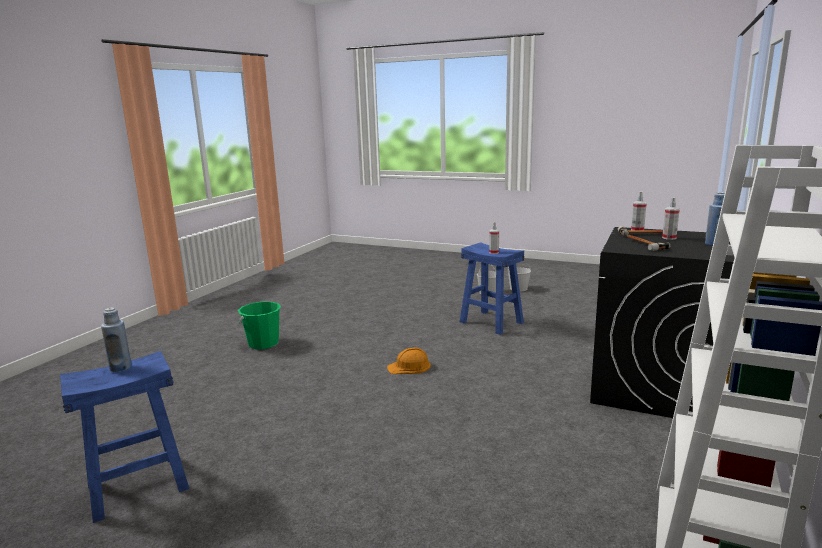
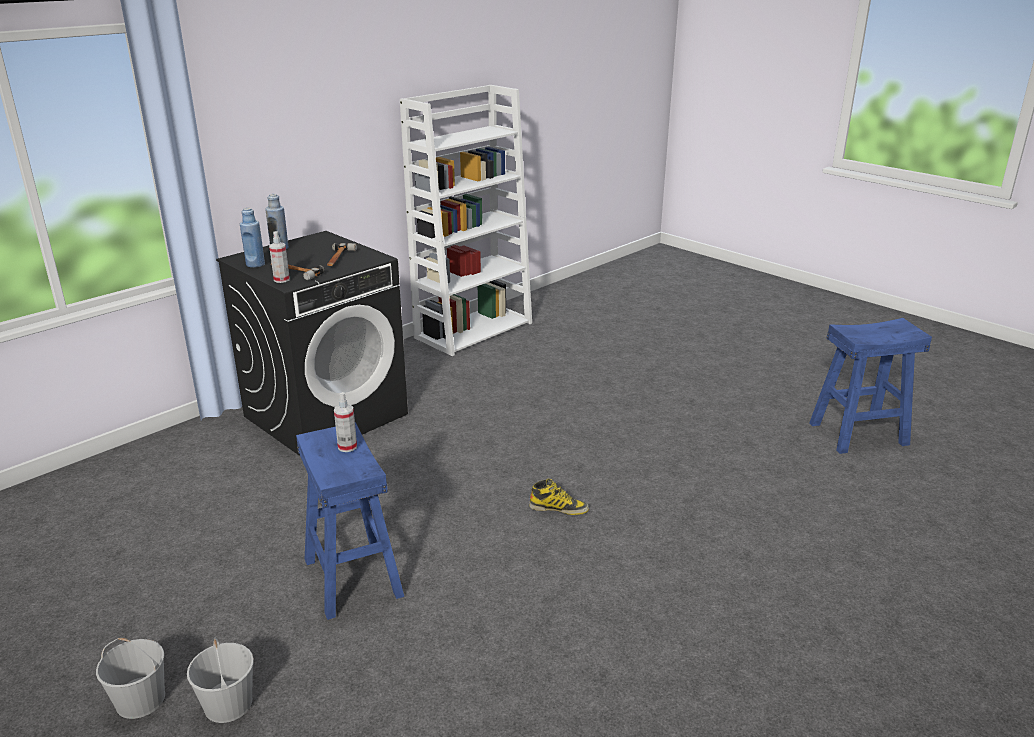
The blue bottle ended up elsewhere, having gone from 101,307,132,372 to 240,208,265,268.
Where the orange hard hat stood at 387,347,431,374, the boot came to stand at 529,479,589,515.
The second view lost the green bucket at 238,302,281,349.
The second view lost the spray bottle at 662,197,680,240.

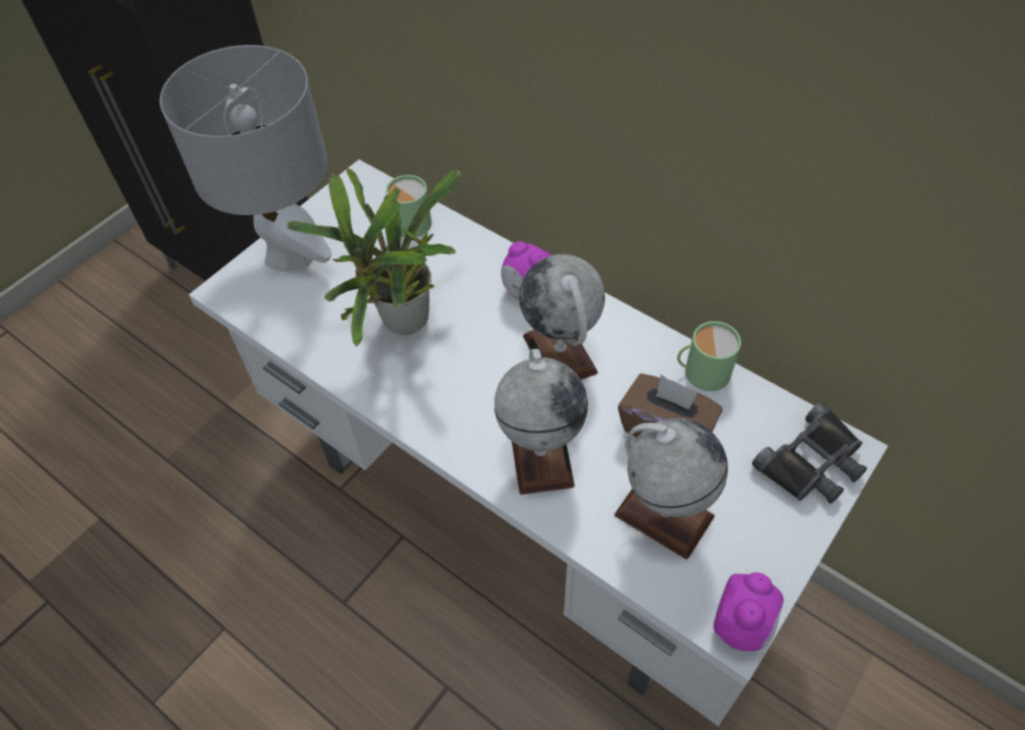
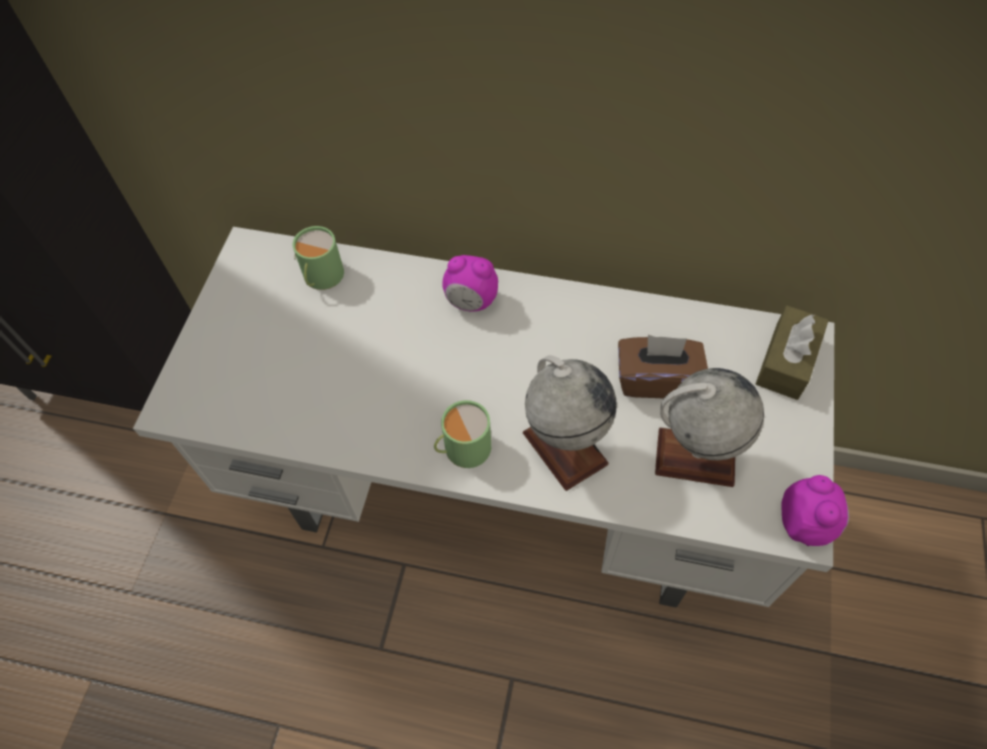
The green mug ended up elsewhere, having gone from 677,321,741,391 to 434,400,491,468.
Where the black binoculars stood at 752,402,867,504, the brown tissue box came to stand at 756,305,829,400.
The second view lost the grey table lamp at 160,45,332,272.
The second view lost the potted plant at 286,169,462,347.
The second view lost the globe at 519,254,605,380.

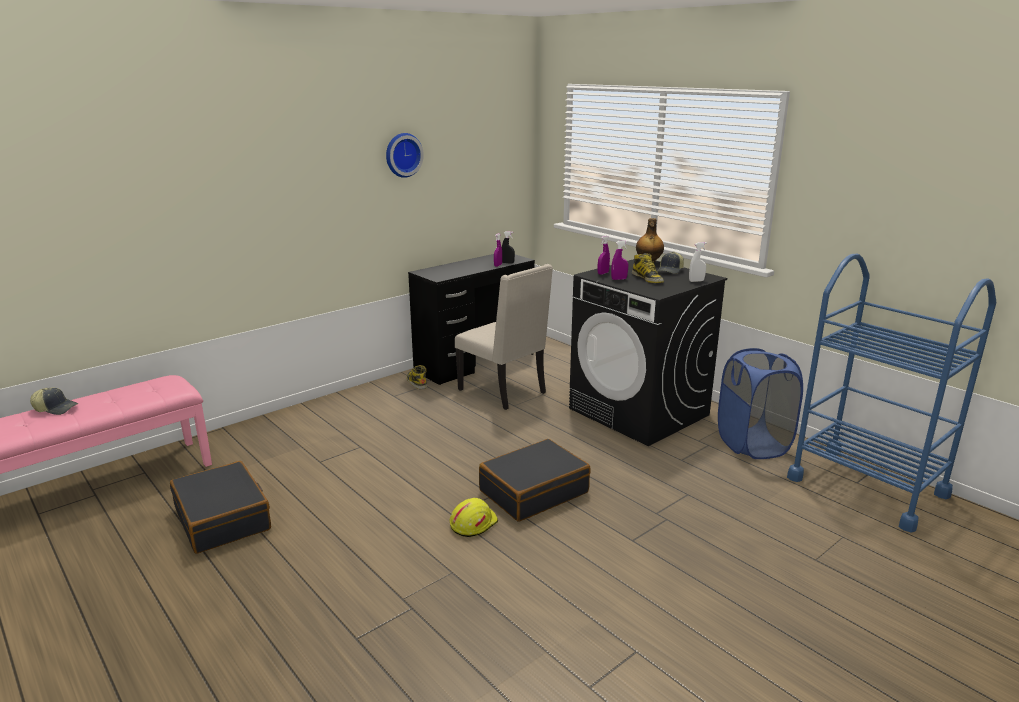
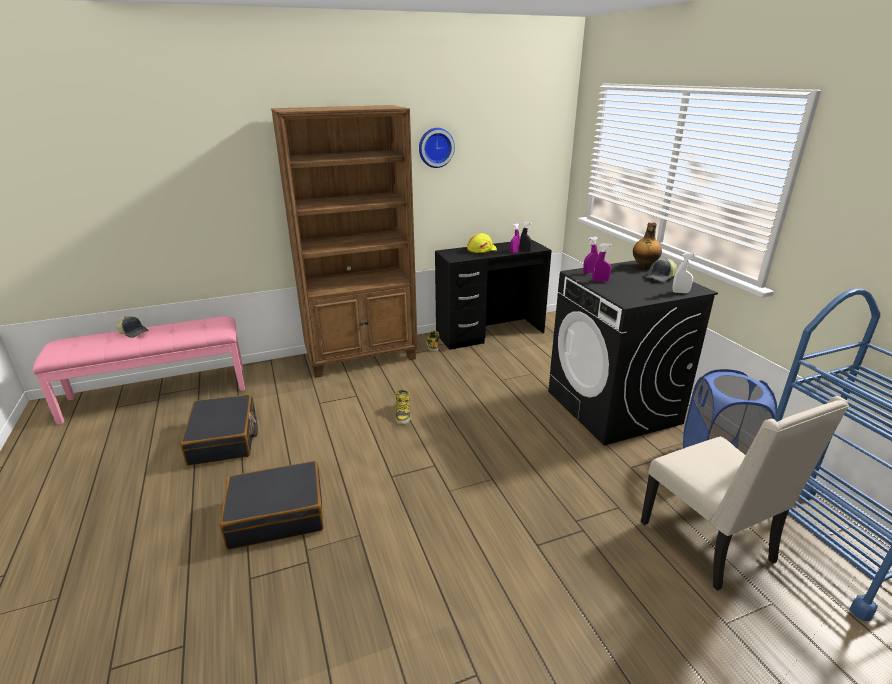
The black suitcase ended up elsewhere, having gone from 479,439,590,522 to 220,461,324,550.
The second view gained the brown bookcase at 271,105,418,378.
The boot ended up elsewhere, having gone from 632,253,664,283 to 395,390,411,425.
The yellow hard hat ended up elsewhere, having gone from 450,498,498,537 to 467,233,497,254.
The beige chair ended up elsewhere, having gone from 455,264,553,410 to 641,396,849,591.

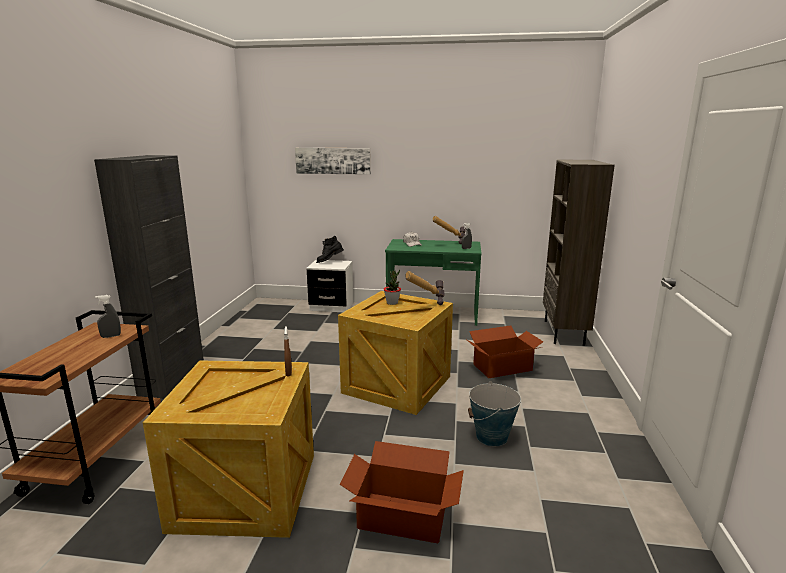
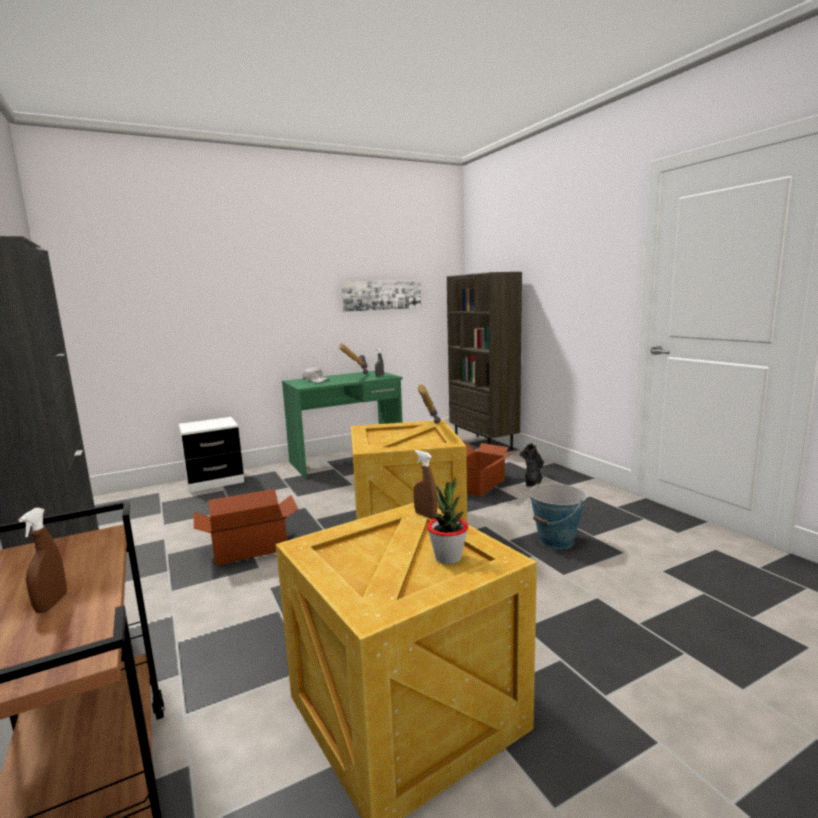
The second view gained the brown spray bottle at 18,508,67,613.
The cardboard box ended up elsewhere, having gone from 340,441,464,543 to 194,489,298,565.
The picture ended up elsewhere, having gone from 295,148,371,175 to 341,280,421,312.
The potted plant ended up elsewhere, having gone from 384,270,401,305 to 427,477,468,564.
The black boot ended up elsewhere, having gone from 316,236,344,263 to 519,443,544,486.
The second view lost the grey spray bottle at 95,295,121,338.

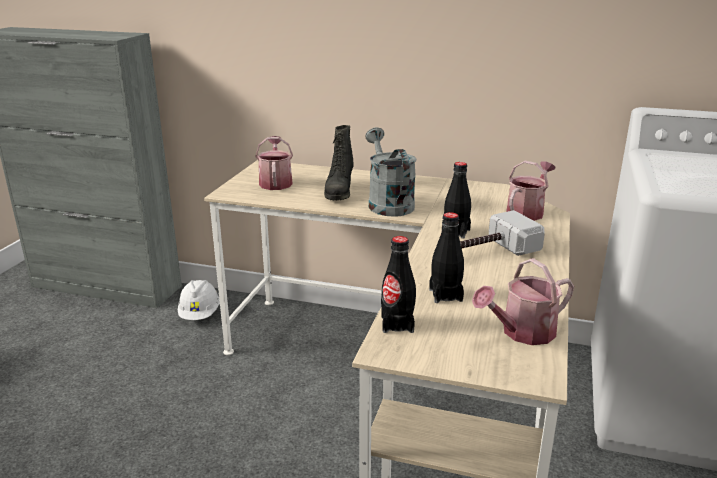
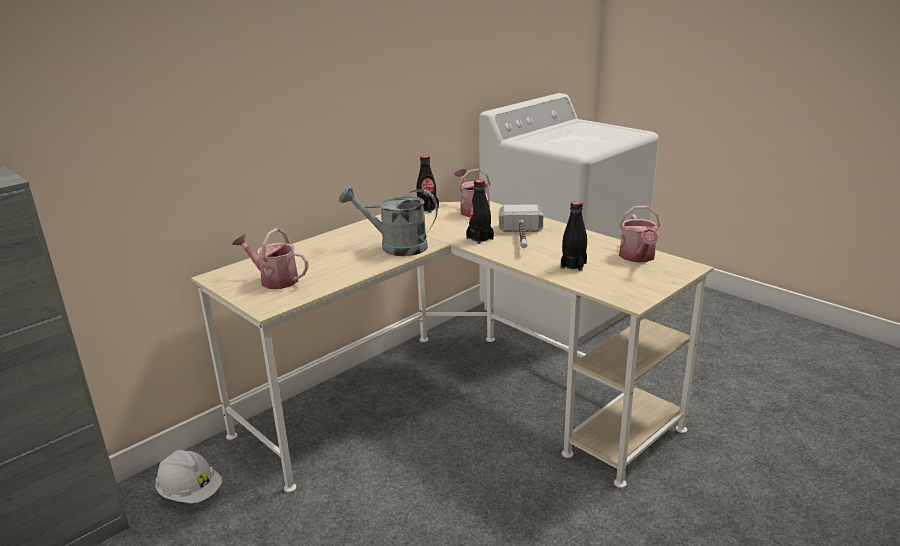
The black bottle ended up elsewhere, having gone from 381,236,416,333 to 416,155,439,213.
The second view lost the black boot at 324,125,353,200.

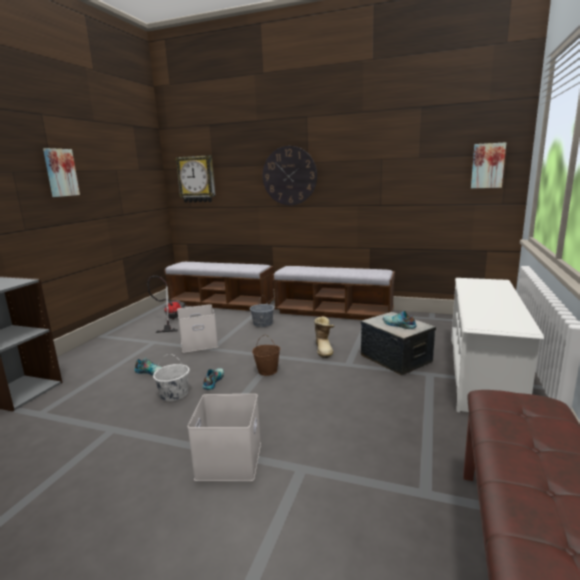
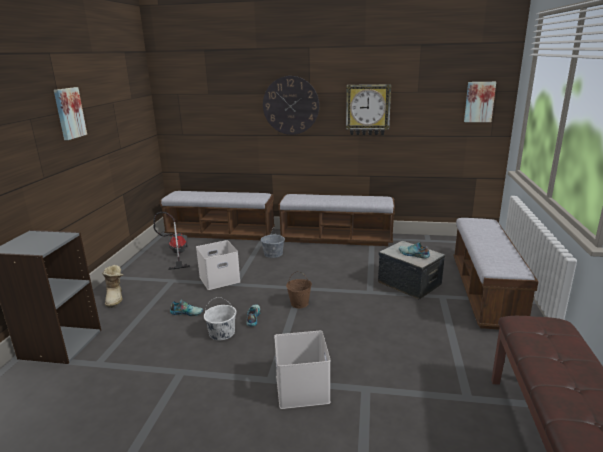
The boot ended up elsewhere, having gone from 315,316,334,358 to 102,265,123,308.
The wall clock ended up elsewhere, having gone from 175,155,215,203 to 346,84,391,135.
Where the white shoe rack stood at 451,278,544,413, the bench came to stand at 453,218,539,330.

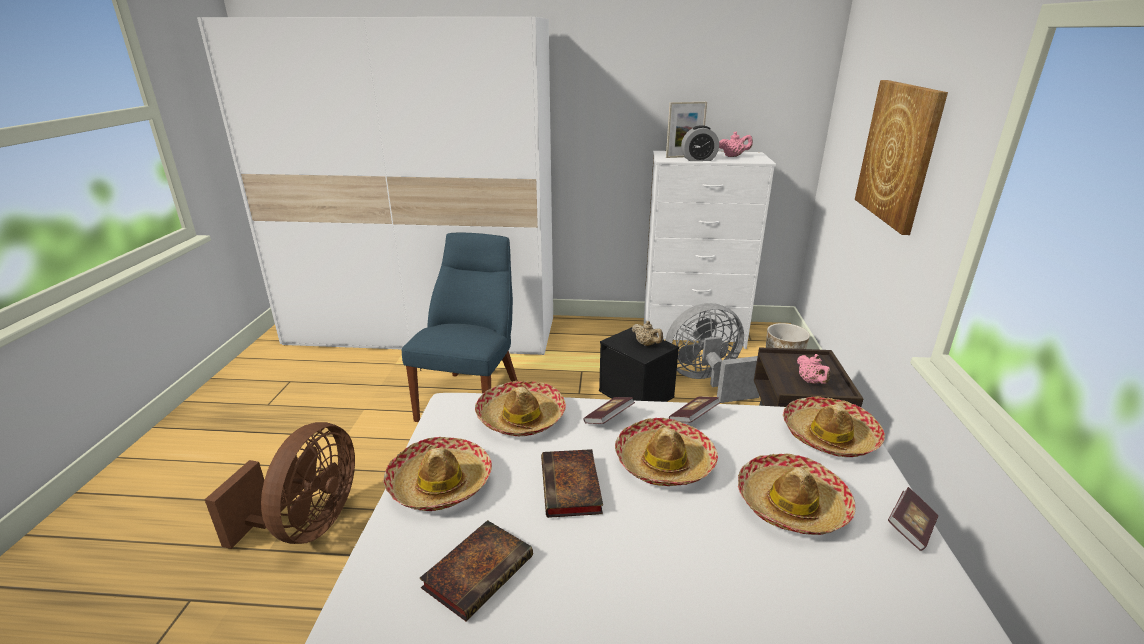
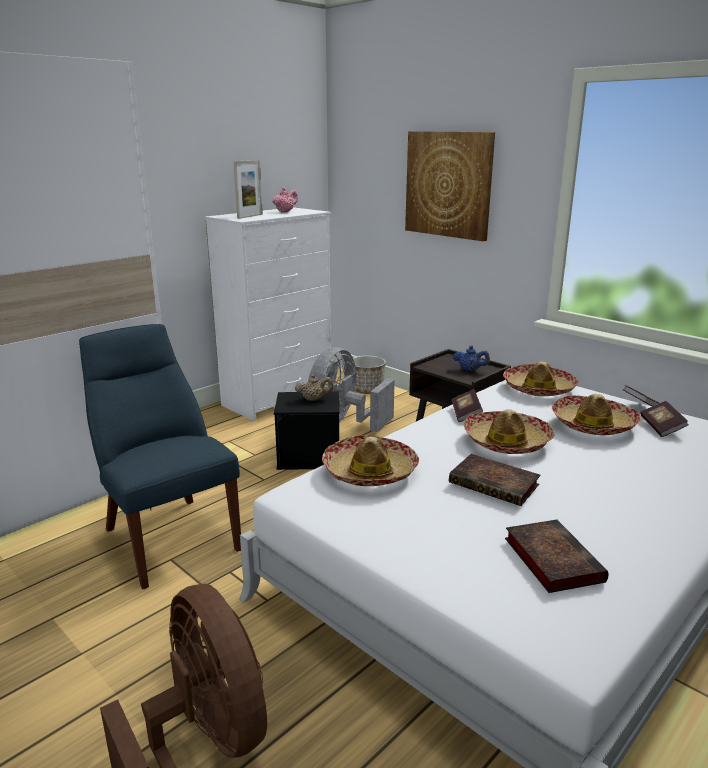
What was the pink teapot at 797,354,831,384 turned into the blue teapot at 453,346,490,371.
The book ended up elsewhere, having gone from 583,397,635,424 to 640,401,688,437.
The second view lost the hat at 383,437,492,511.
The second view lost the alarm clock at 681,125,719,161.

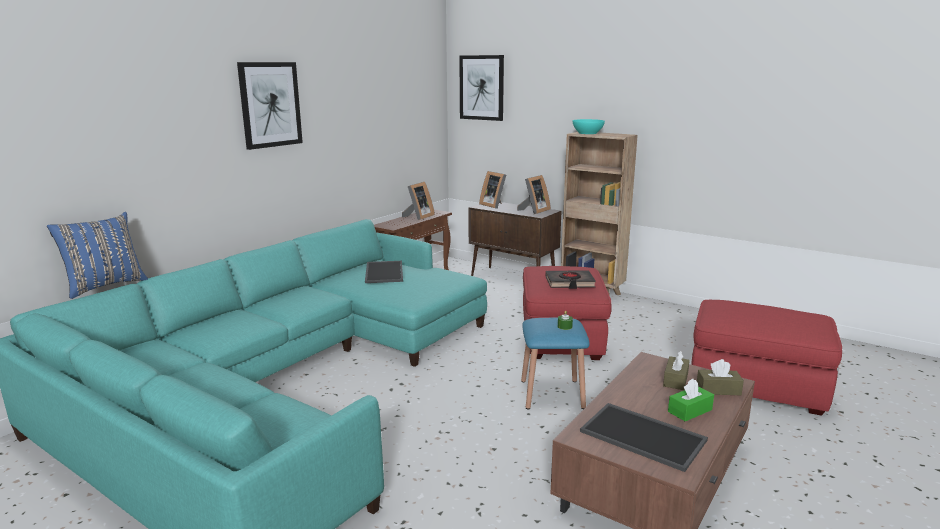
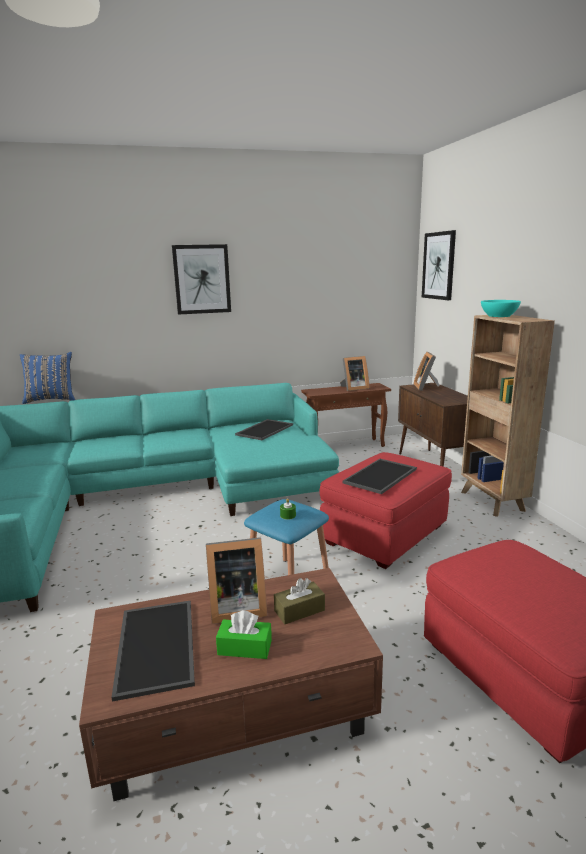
The picture frame ended up elsewhere, having gone from 517,175,551,214 to 206,537,267,624.
Where the black book stood at 545,270,596,289, the tray came to stand at 342,459,417,494.
The second view lost the brown tissue box at 697,359,744,395.

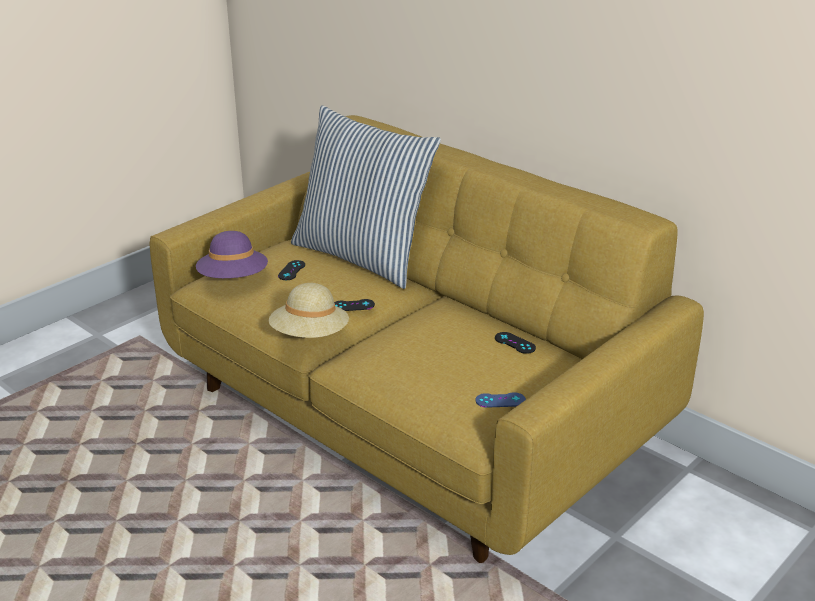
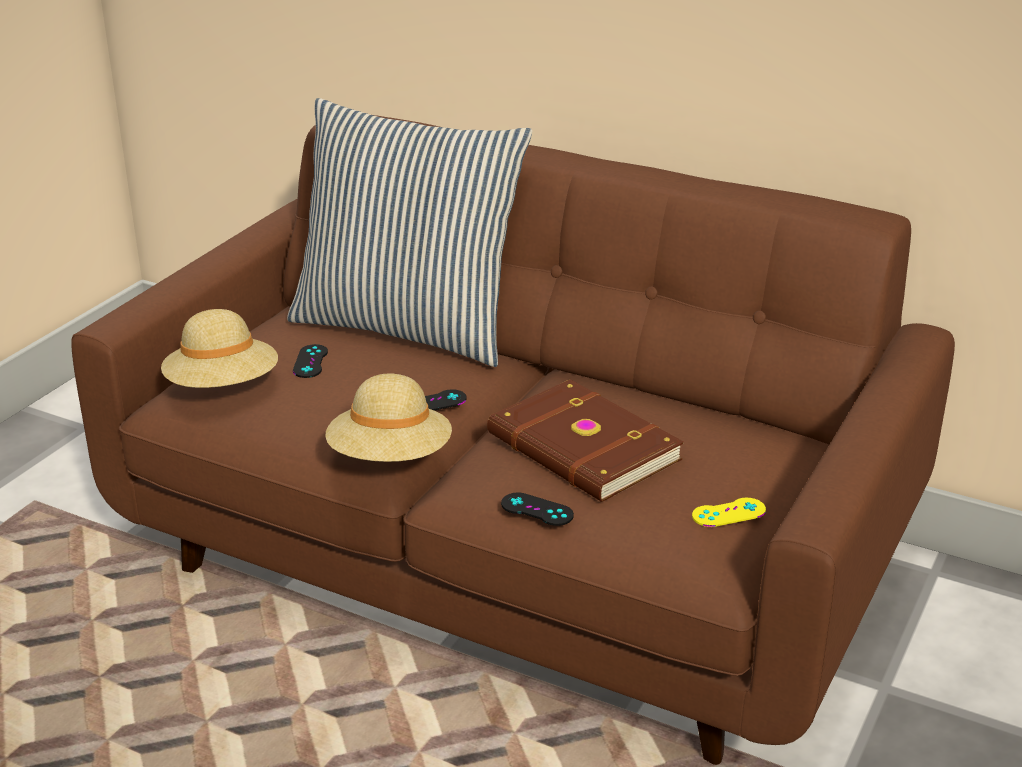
What was the yellow sofa at 150,115,704,563 turned into the brown sofa at 71,115,955,765.
What was the purple hat at 196,231,268,278 turned into the beige hat at 161,309,278,388.
The second view gained the brown book at 487,379,684,502.
The black game controller ended up elsewhere, having gone from 495,332,536,354 to 501,493,574,526.
What was the blue game controller at 476,392,526,408 turned into the yellow game controller at 692,498,766,527.

